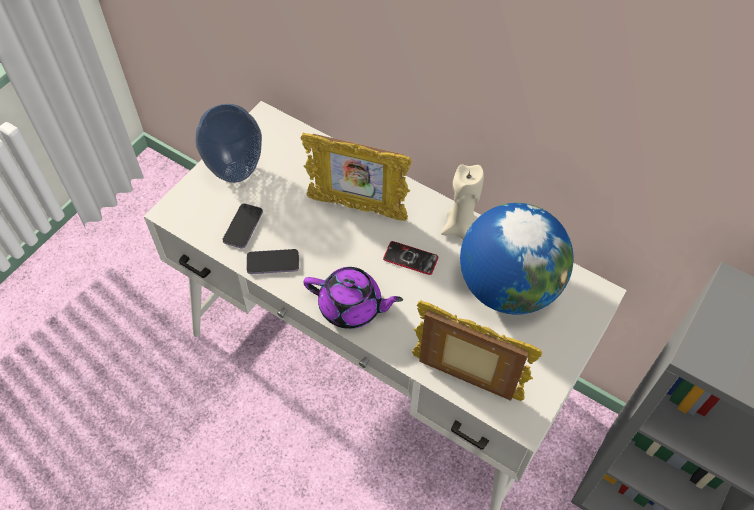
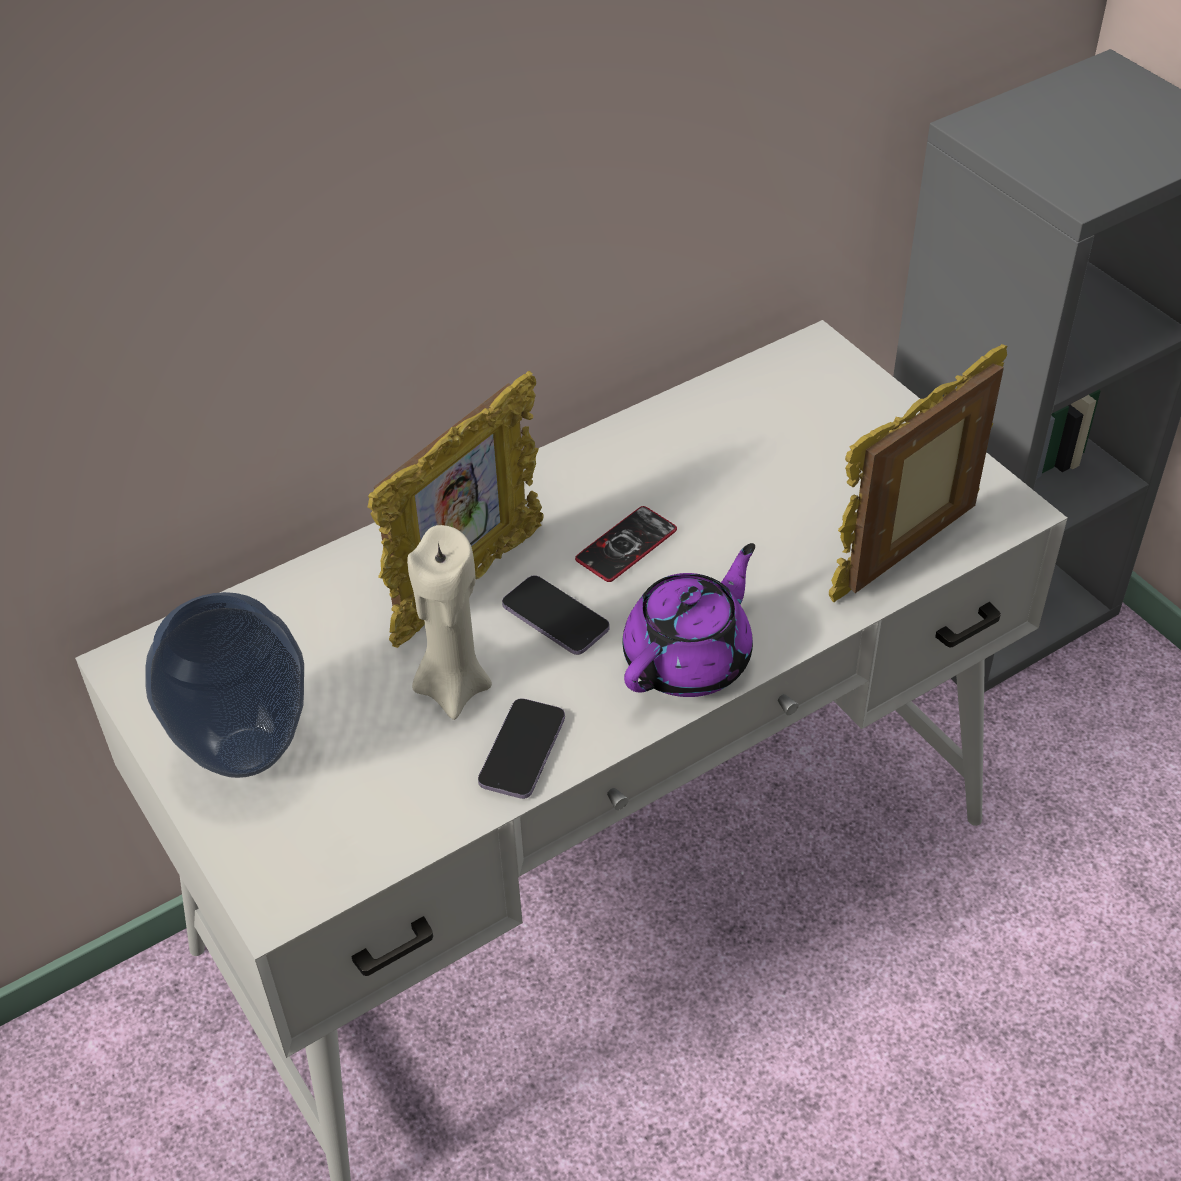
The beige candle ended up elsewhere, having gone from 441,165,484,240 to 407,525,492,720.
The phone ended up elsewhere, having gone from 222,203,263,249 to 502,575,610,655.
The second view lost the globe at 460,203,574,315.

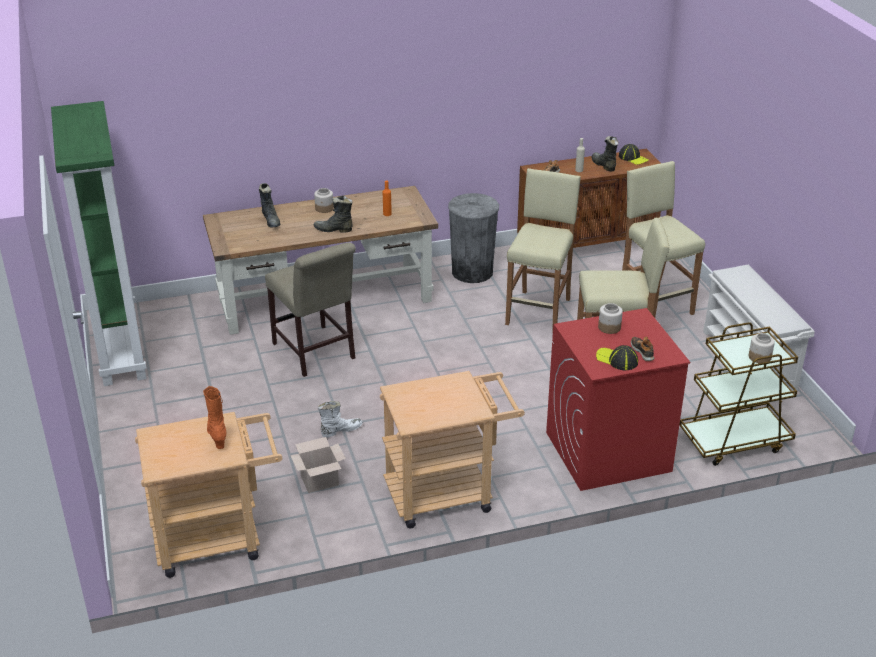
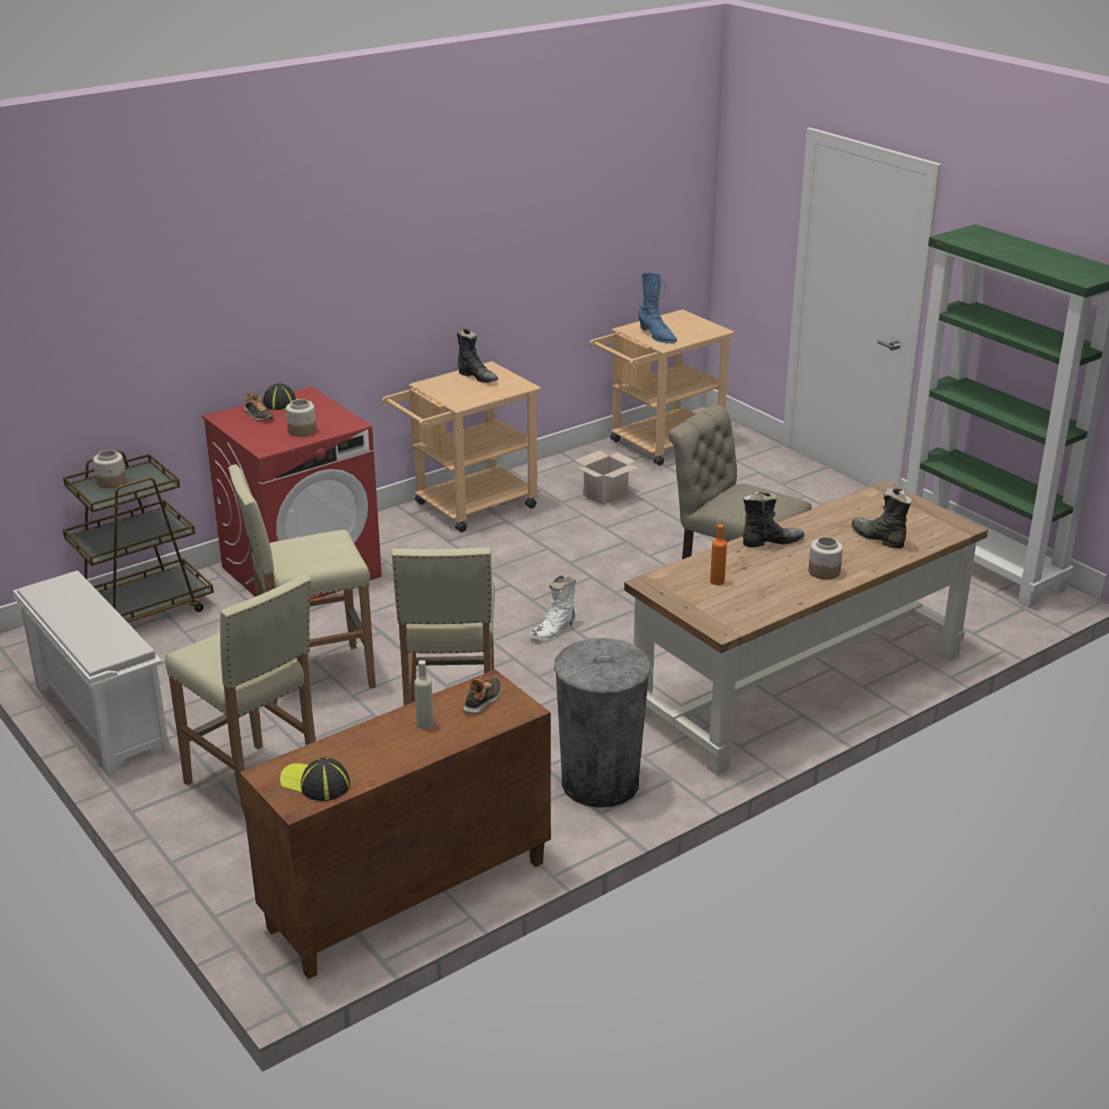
The black boot ended up elsewhere, having gone from 592,136,619,171 to 456,329,498,383.
The white boot ended up elsewhere, having gone from 318,401,363,438 to 530,575,576,640.
What was the orange boot at 203,386,227,449 turned into the blue boot at 638,273,677,343.

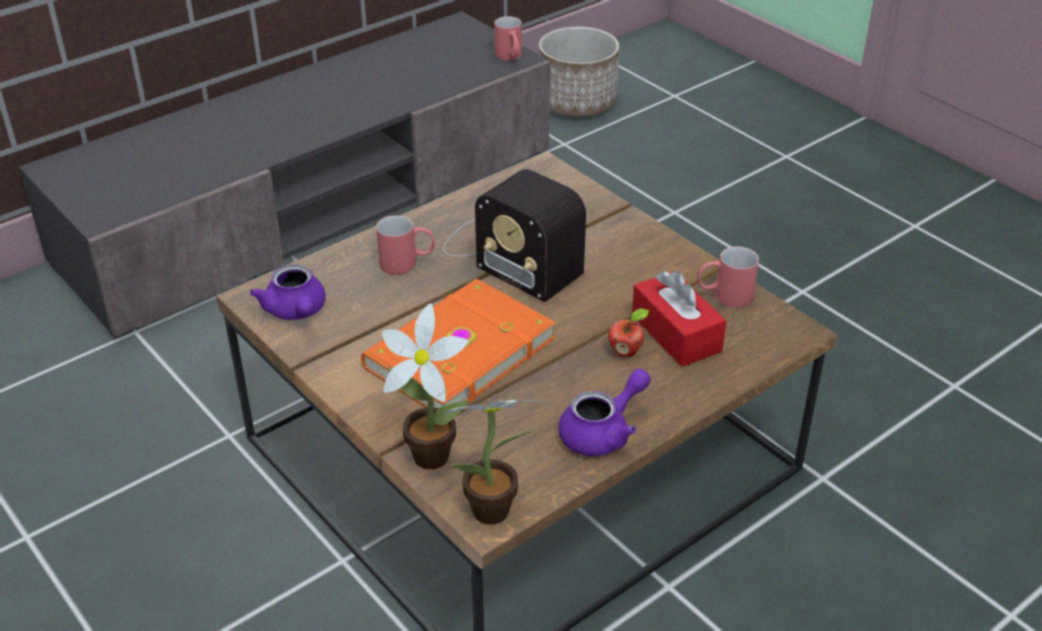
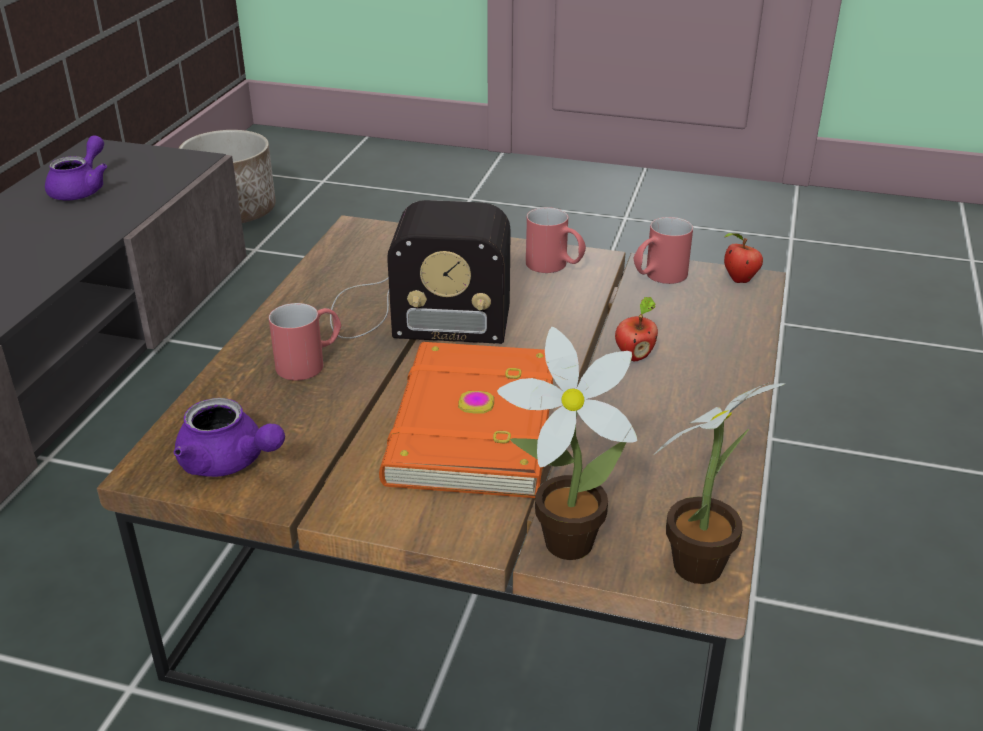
The purple teapot ended up elsewhere, having gone from 558,369,651,456 to 45,135,107,200.
The red mug ended up elsewhere, having gone from 494,16,522,60 to 526,207,586,273.
The second view gained the apple at 724,233,763,283.
The second view lost the red tissue box at 632,270,726,367.

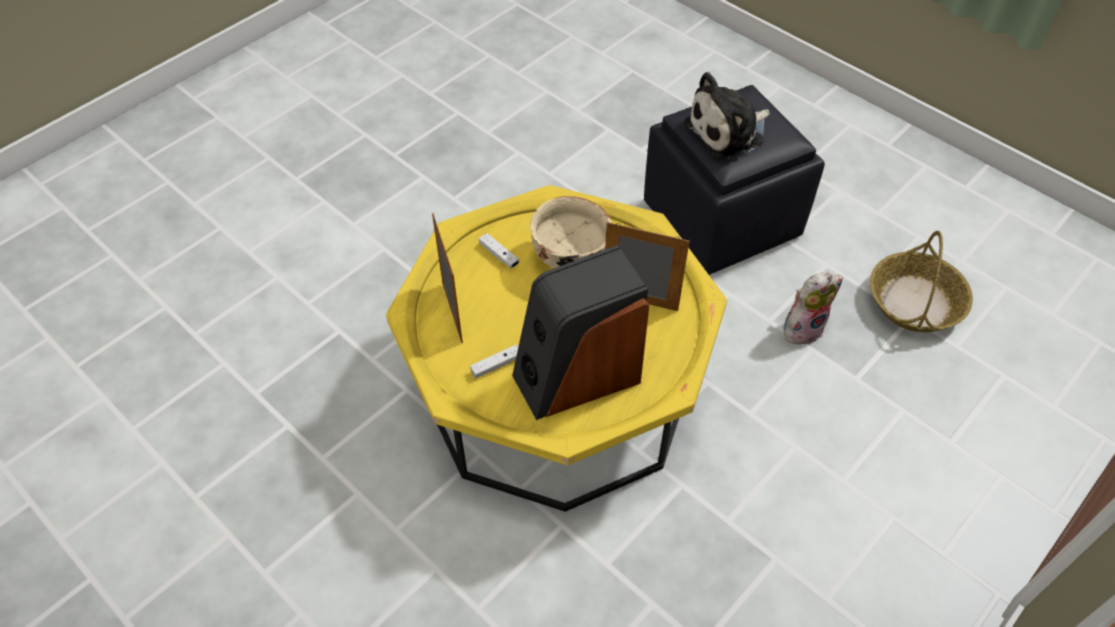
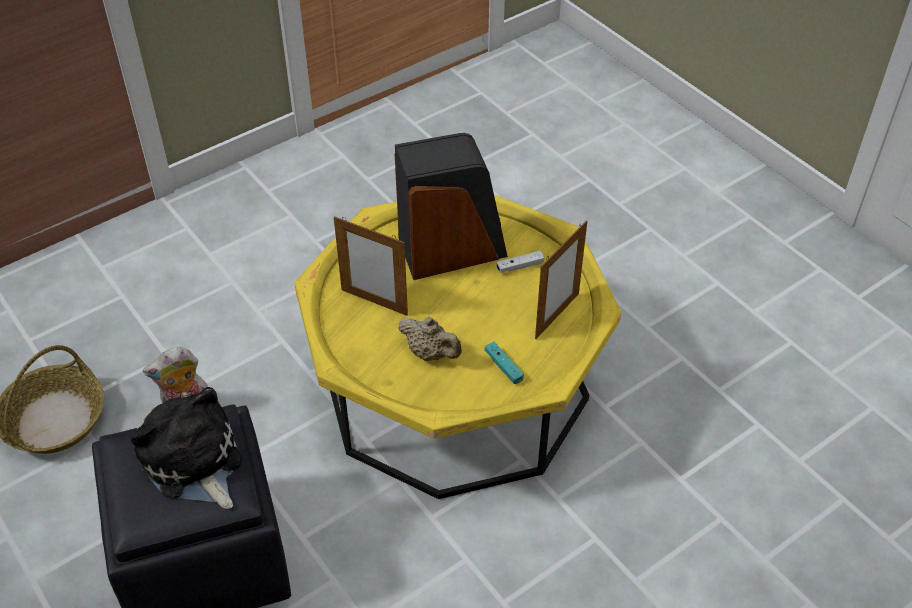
The plush toy at 684,72,770,159 ended up facing another way, 105 degrees counterclockwise from before.
Where the beige bowl stood at 530,196,611,268, the beige teapot came to stand at 398,317,462,361.
What was the white game controller at 479,233,519,268 turned into the turquoise game controller at 484,342,524,384.
The picture frame at 432,213,463,343 ended up facing another way, 135 degrees counterclockwise from before.

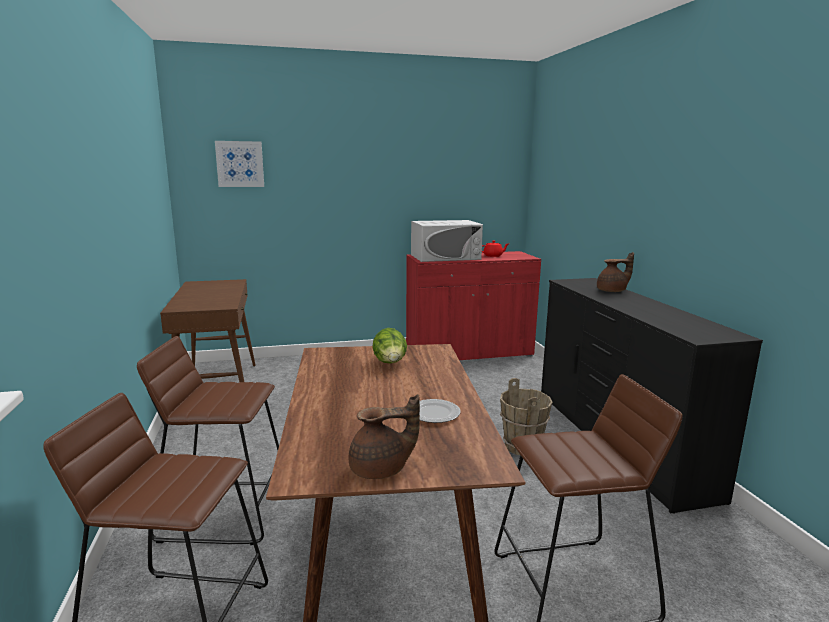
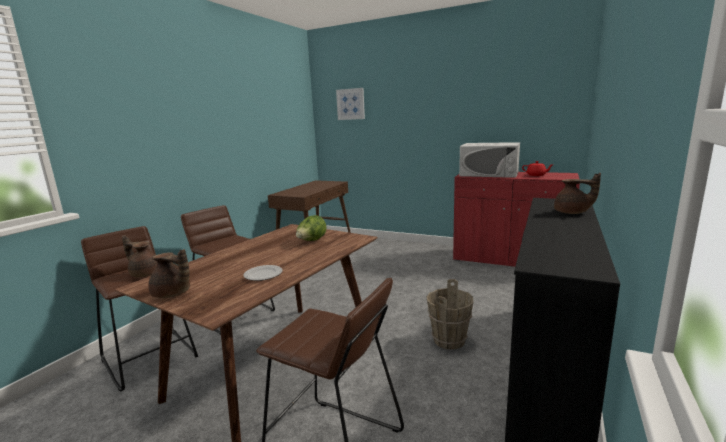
The second view gained the brown teapot at 122,235,157,277.

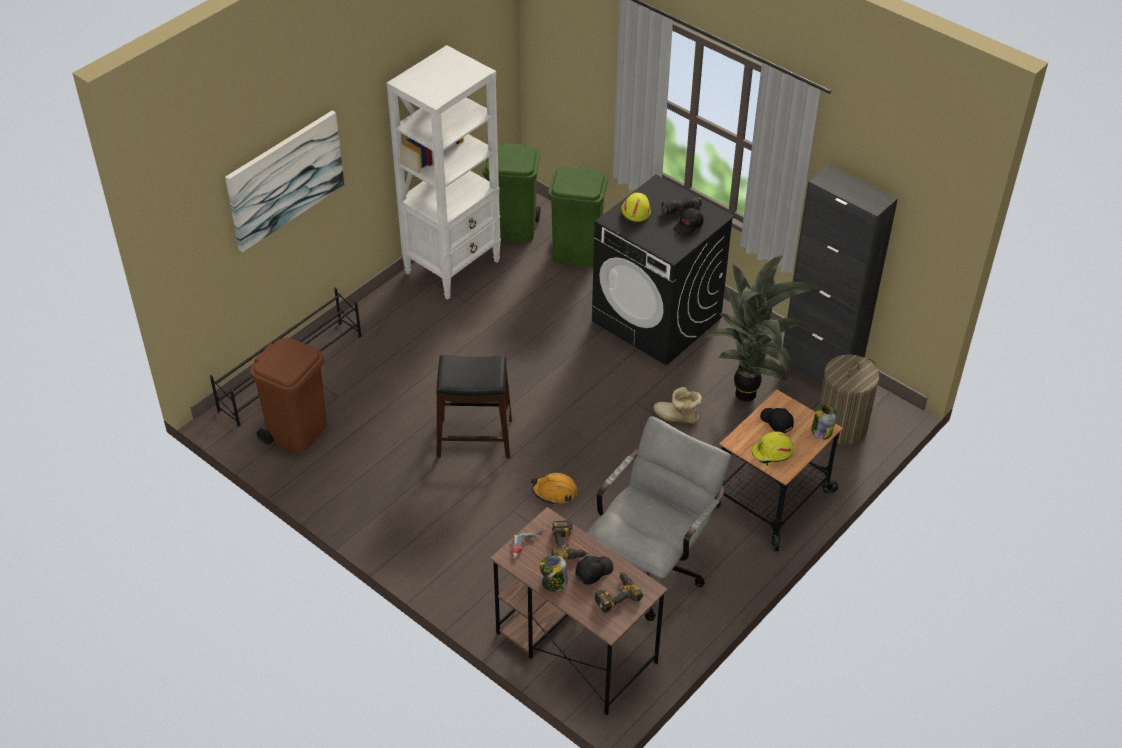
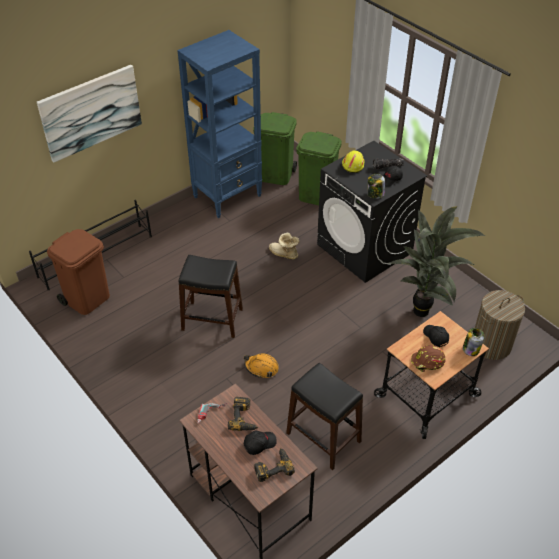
What was the white bookcase at 387,45,501,299 turned into the blue bookcase at 177,30,262,218.
The boot ended up elsewhere, having gone from 653,387,702,424 to 269,233,300,259.
Where the grey office chair stood at 587,416,731,621, the black stool came to stand at 286,363,363,470.
The jar ended up elsewhere, having gone from 540,555,568,592 to 367,174,385,199.
What was the yellow hard hat at 752,431,794,466 turned into the brown hard hat at 411,345,446,372.
The second view lost the black cabinet at 783,164,898,384.

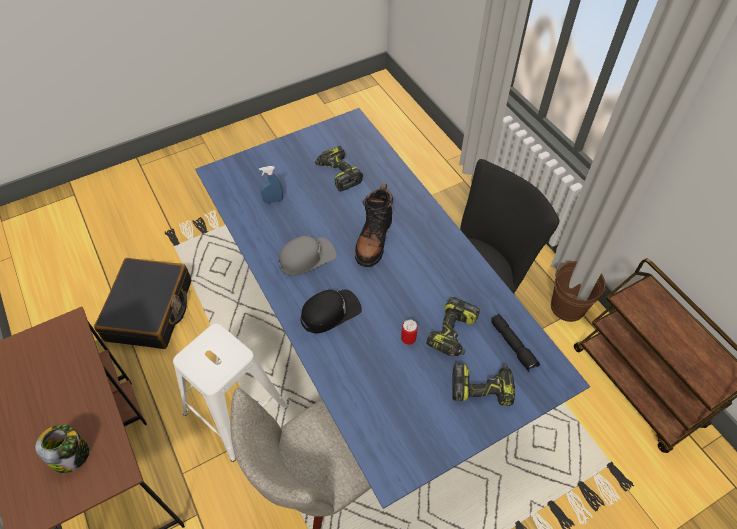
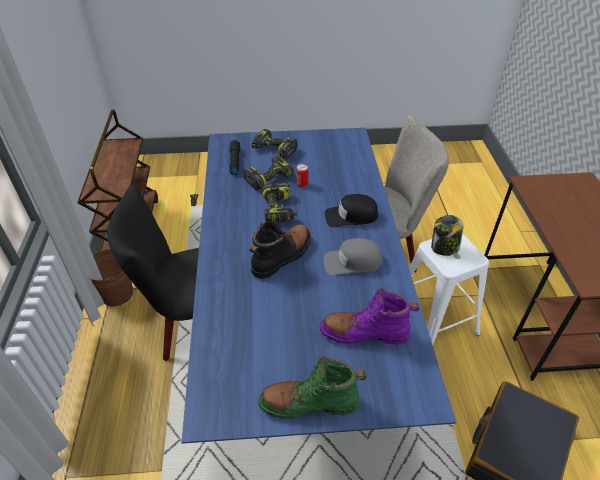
The second view gained the green boot at 258,356,366,419.
The power drill ended up elsewhere, having gone from 315,146,363,191 to 262,182,297,223.
Where the blue spray bottle stood at 259,166,283,204, the purple boot came to stand at 319,289,420,345.
The jar ended up elsewhere, having gone from 35,425,89,473 to 431,215,464,256.

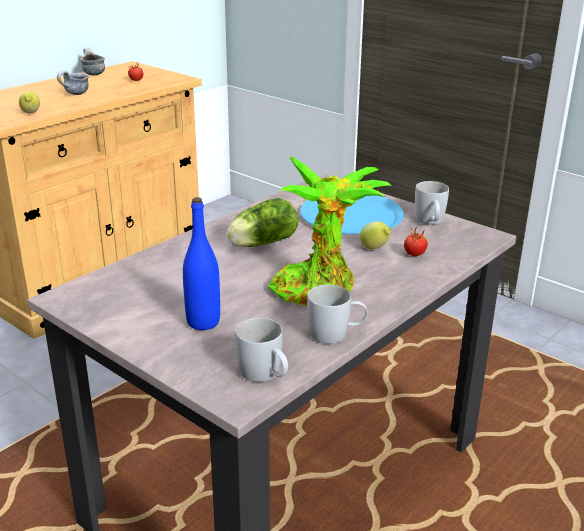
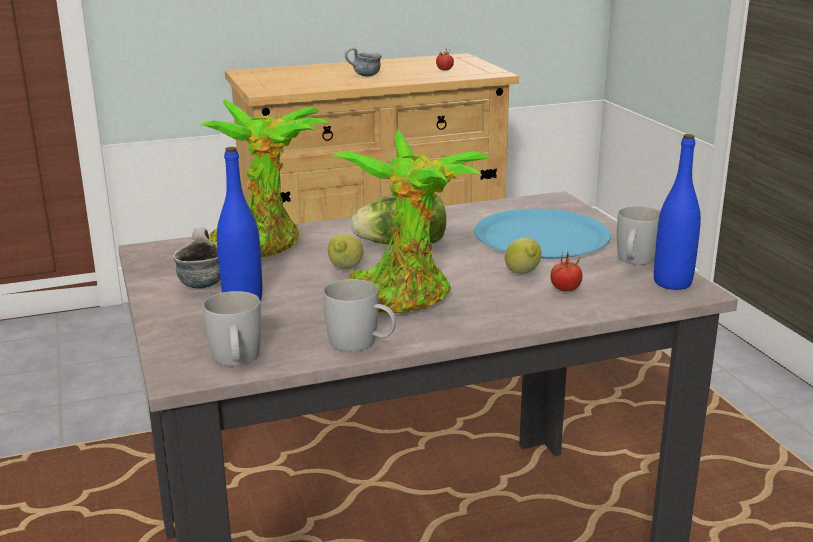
The mug ended up elsewhere, having gone from 81,48,105,75 to 173,227,220,289.
The second view gained the potted plant at 200,100,328,258.
The lemon ended up elsewhere, having gone from 19,92,40,113 to 328,233,363,269.
The second view gained the blue bottle at 654,134,701,290.

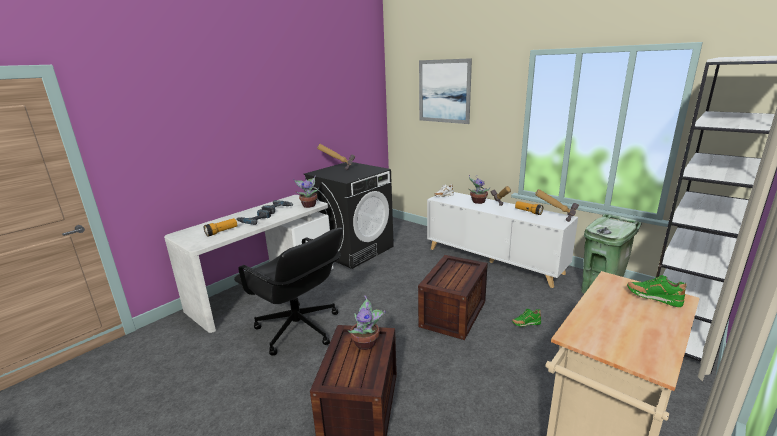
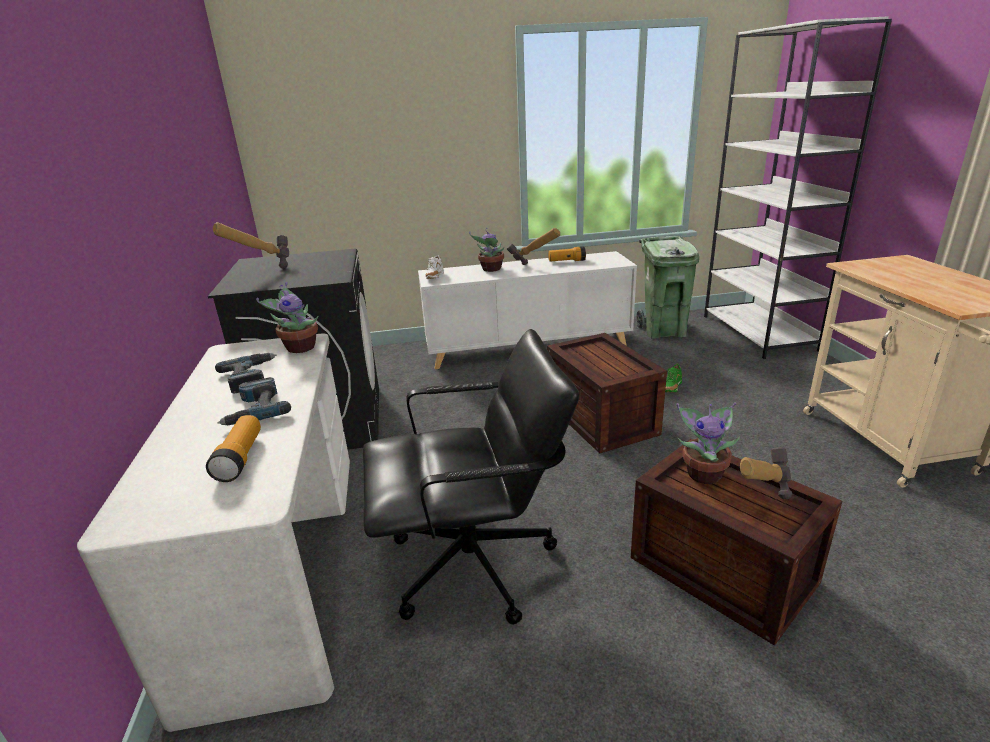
The hammer ended up elsewhere, having gone from 535,189,579,222 to 740,447,792,499.
The second view lost the picture at 419,58,472,124.
The second view lost the green shoe at 627,275,686,307.

